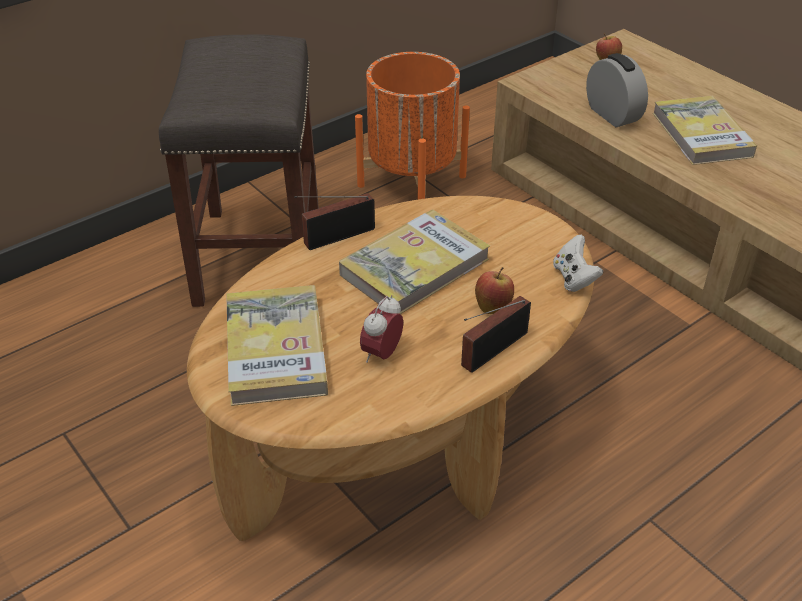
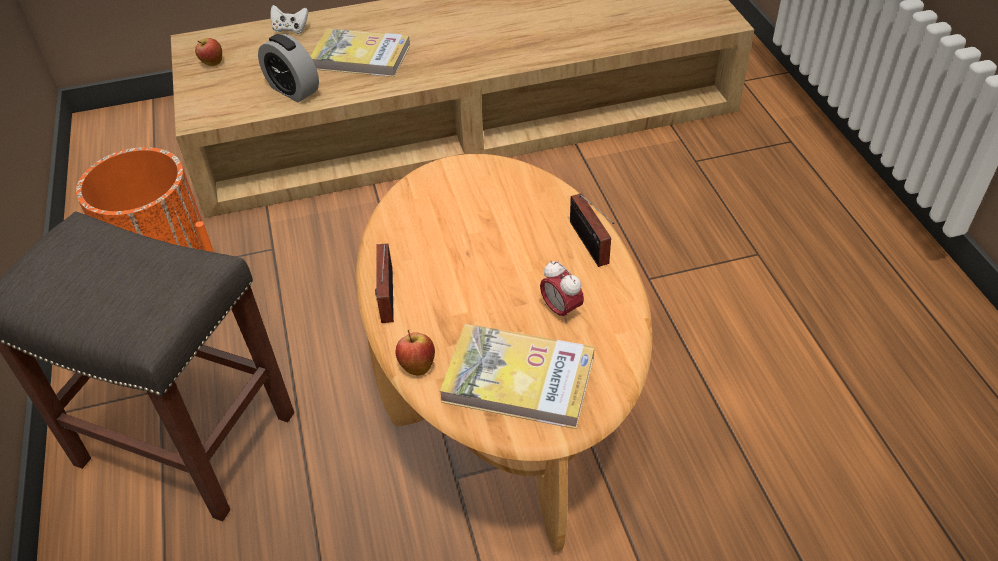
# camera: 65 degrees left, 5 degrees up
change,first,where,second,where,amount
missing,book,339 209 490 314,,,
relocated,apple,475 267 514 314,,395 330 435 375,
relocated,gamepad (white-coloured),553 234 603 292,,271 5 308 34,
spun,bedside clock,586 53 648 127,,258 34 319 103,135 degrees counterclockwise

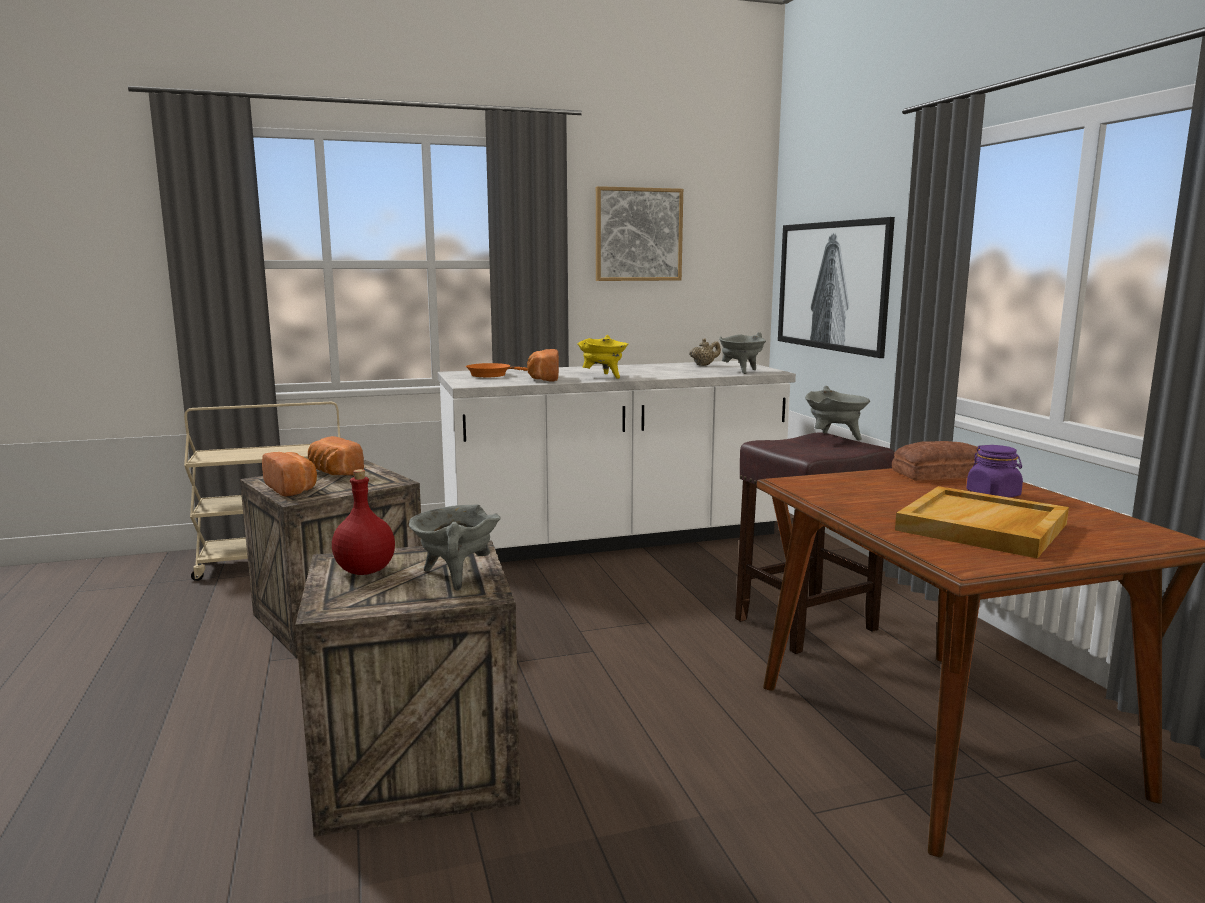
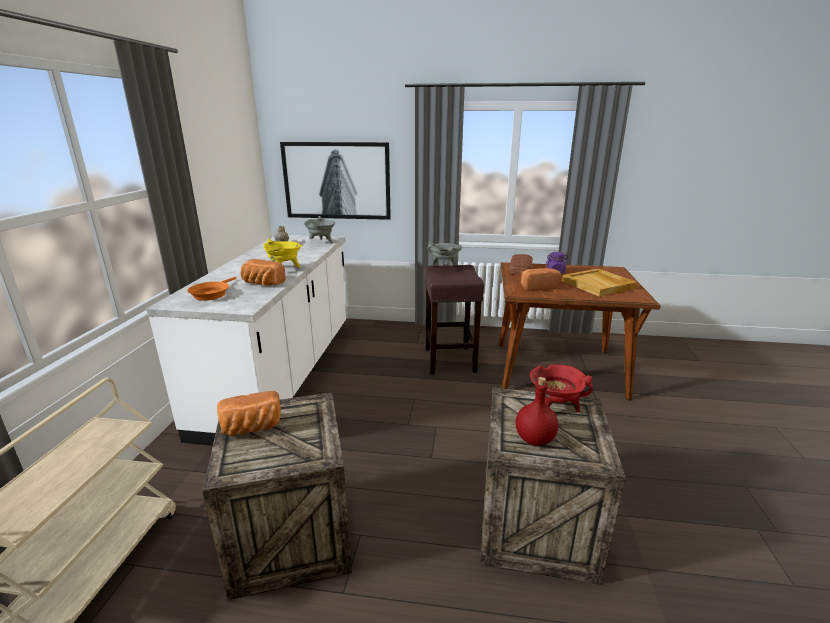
# camera: 65 degrees left, 10 degrees up
change,first,where,second,where,amount
relocated,baked bread,262 452 317 497,,521 268 562 291,
colour,stockpot (greyish),409 504 501 591,stockpot (red),530 364 593 412,
missing,wall art,596 186 683 281,,,

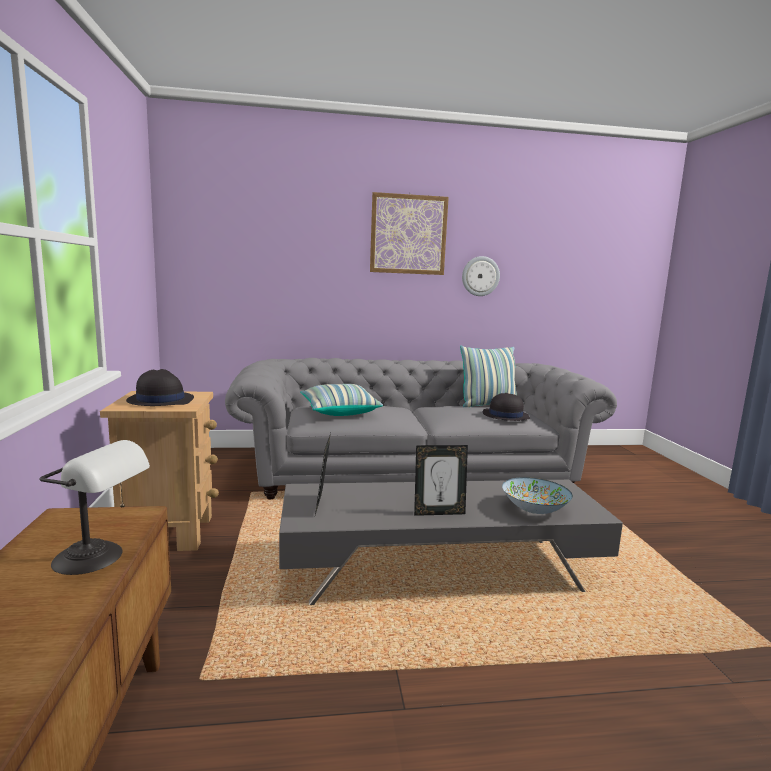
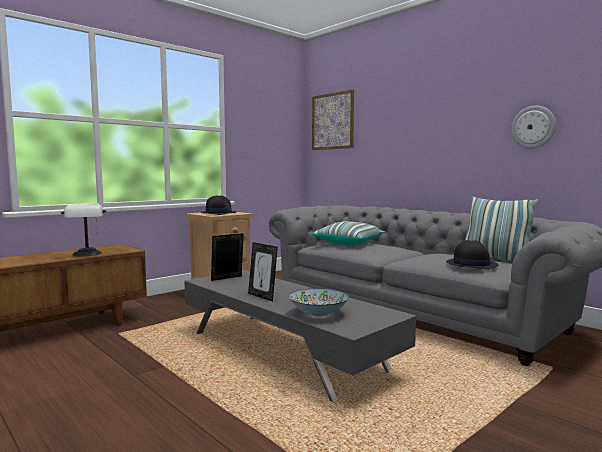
# camera: 55 degrees right, 5 degrees down
change,first,where,second,where,amount
relocated,wall art,370 192 449 275,,312 90 354 150,

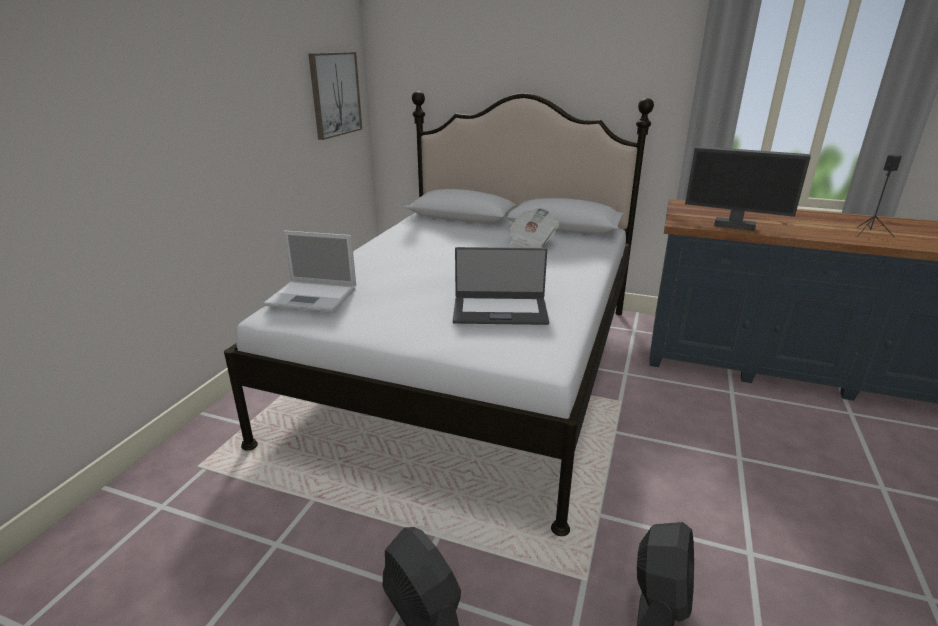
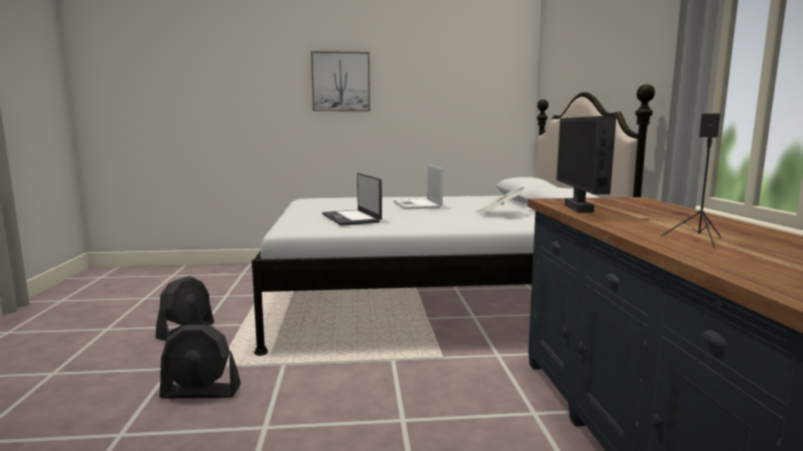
# camera: 65 degrees right, 15 degrees down
change,first,where,second,where,amount
relocated,laptop,263 231 356 312,,394 165 443 209,
relocated,wall art,308 52 362 140,,311 51 370 111,

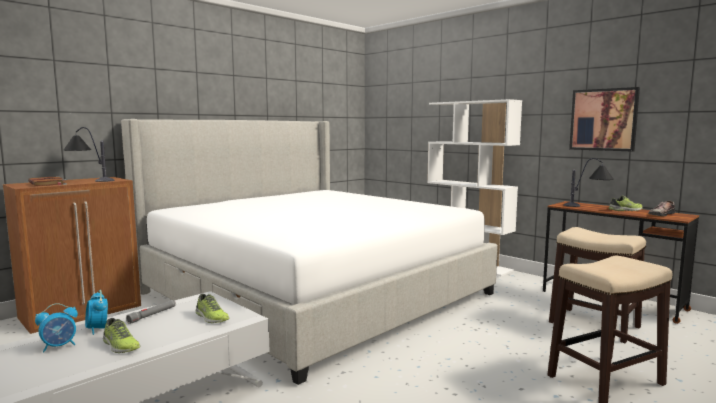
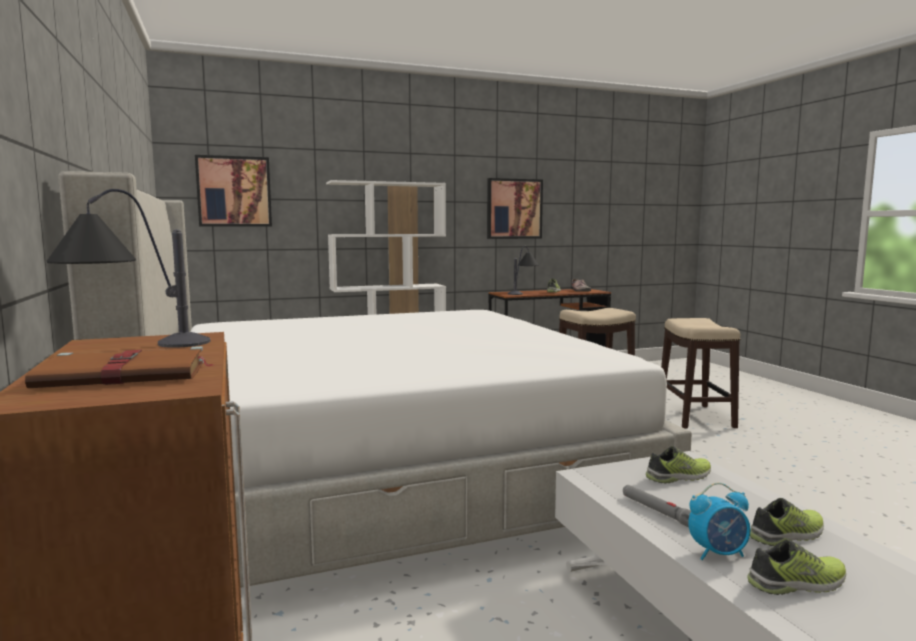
# camera: 65 degrees left, 0 degrees up
change,first,where,second,where,amount
exchanged,bedside clock,35 303 78 352,low shoe,747 540 846 595,
appeared,,,wall art,195 155 272 227,

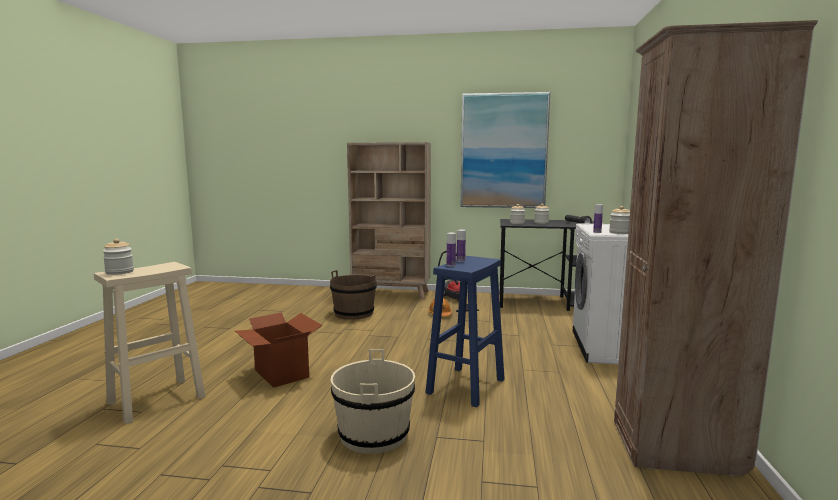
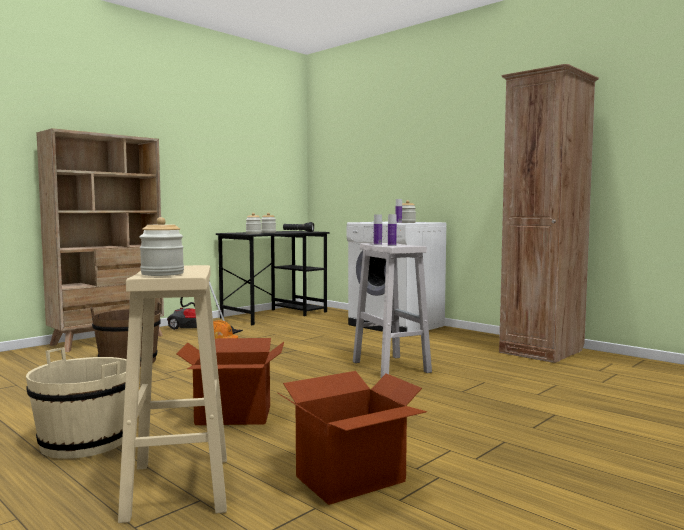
# camera: 55 degrees left, 5 degrees down
change,first,where,second,where,amount
relocated,bucket (beige-coloured),331 349 415 454,,26 347 127 459,
colour,sitting stool (blue-coloured),425 256 505 407,sitting stool (white-coloured),353 243 432 378,
missing,wall art,461 92 550 208,,,
appeared,,,carton,278 371 427 505,

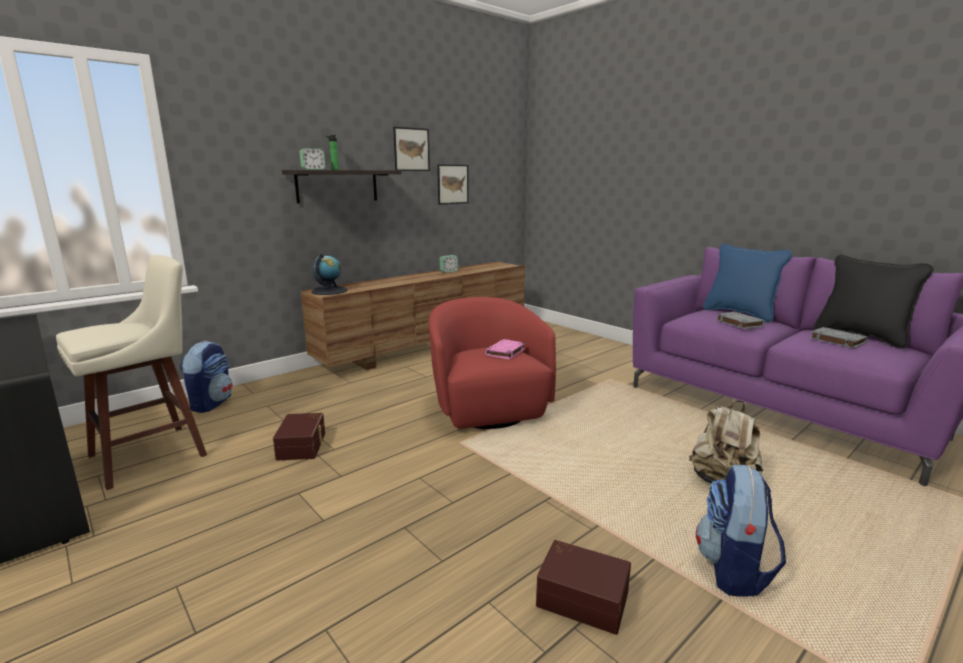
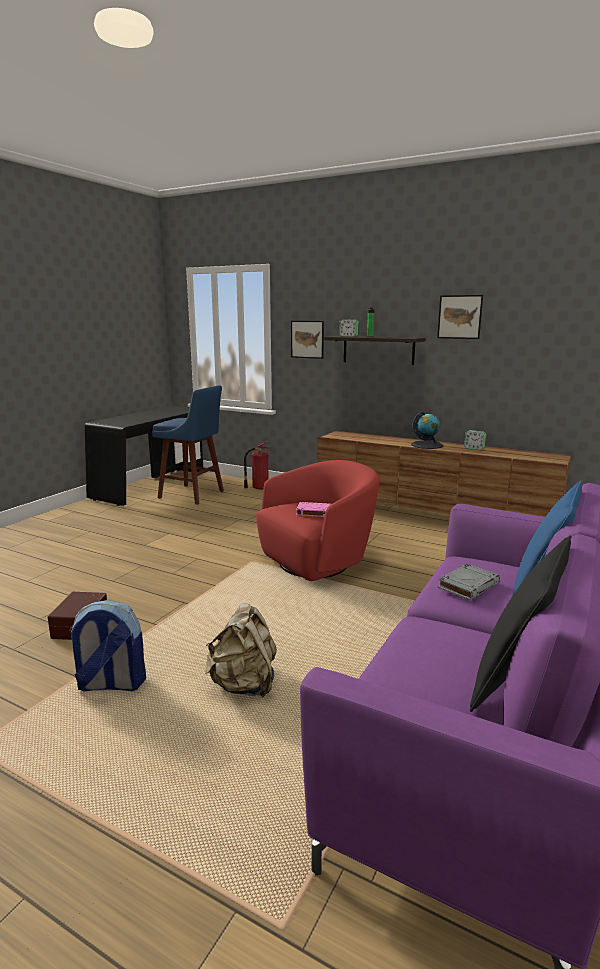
# camera: 70 degrees right, 0 degrees up
change,first,where,second,where,amount
colour,sitting stool (beige-coloured),56 255 207 490,sitting stool (blue-coloured),152 385 224 505,
exchanged,backpack,180 341 233 413,extinguisher,244 441 271 490,
missing,storage bin (brown),273 413 325 461,,,
relocated,desk globe,311 253 348 295,,411 411 443 449,
relocated,wall art,437 165 469 205,,291 321 324 359,
missing,book (greyish),810 327 868 348,,,

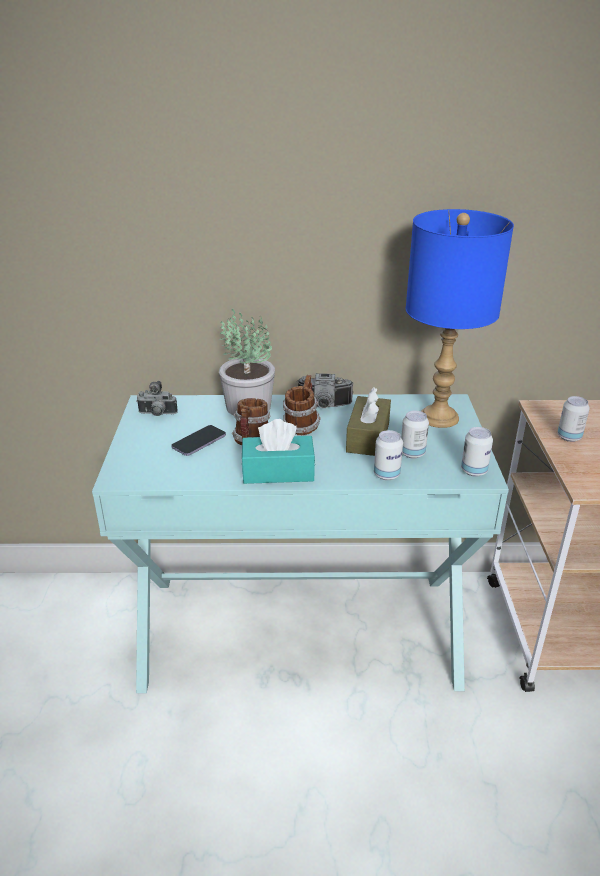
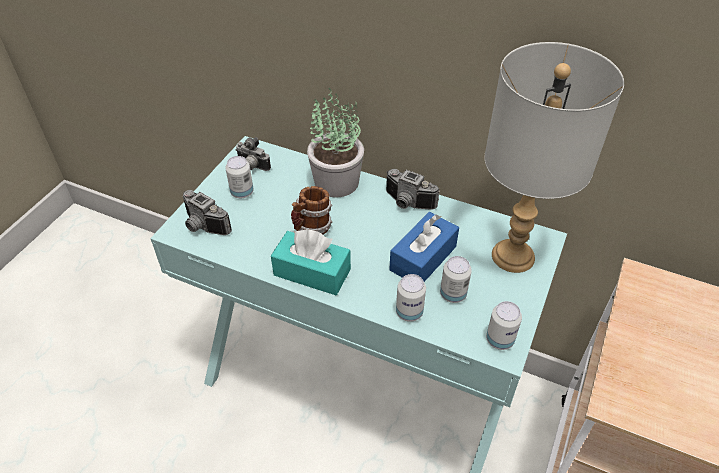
# camera: 25 degrees right, 15 degrees up
change,first,where,second,where,amount
missing,telephone,171 425 226 456,,,
missing,coffee mug,283 375 321 435,,,
colour,tissue box (brown),346 387 391 456,tissue box (blue-coloured),389 212 459 282,
colour,table lamp (blue-coloured),406 209 514 428,table lamp (greyish),484 42 624 273,
relocated,metal can,557 396 590 442,,226 156 254 198,
appeared,,,photo camera,183 190 232 235,

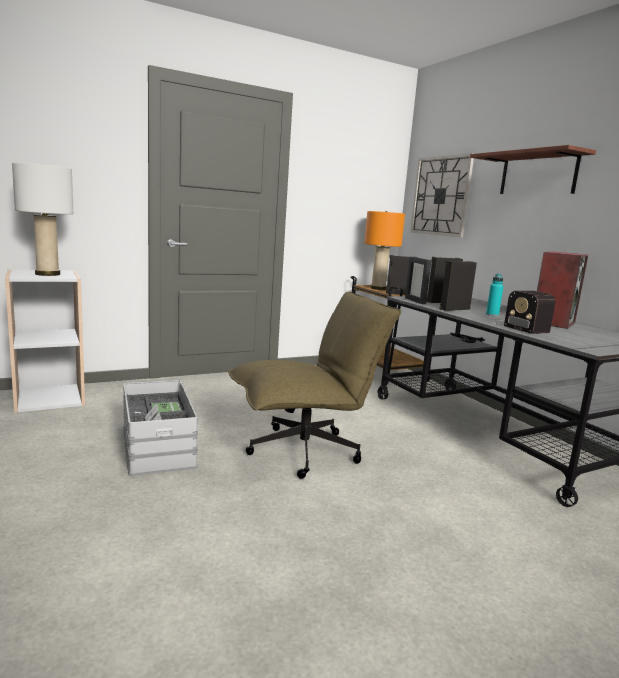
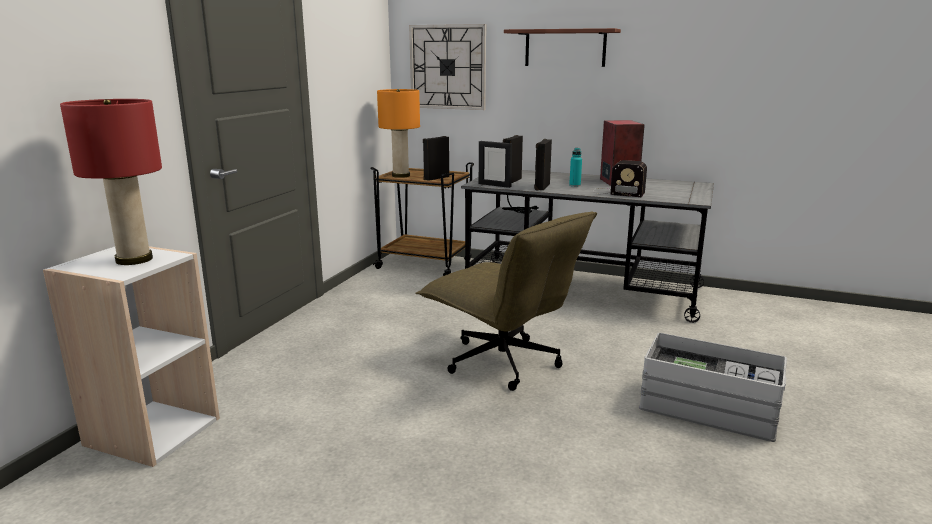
# camera: 40 degrees left, 5 degrees up
change,first,where,second,where,amount
colour,table lamp (white-coloured),12 162 73 276,table lamp (red),60 99 162 265,
relocated,storage bin (greyish),123 380 198 476,,639 333 787 442,
spun,computer chair (beige-coloured),228 292 401 479,,415 212 597 391,105 degrees clockwise

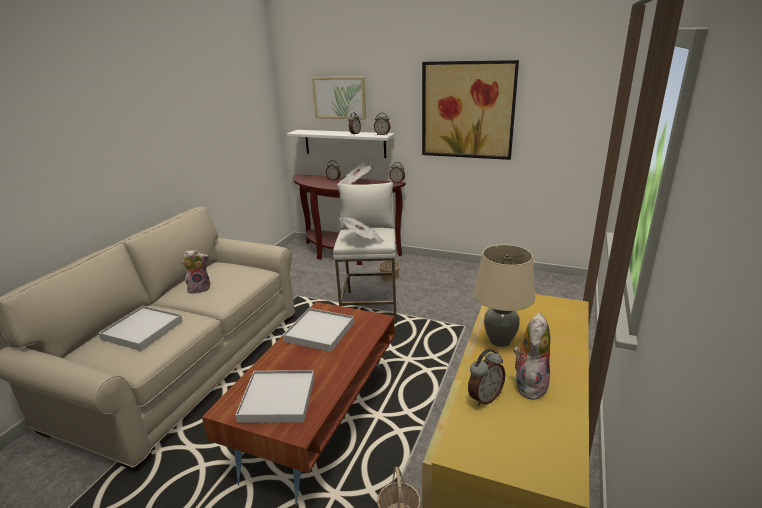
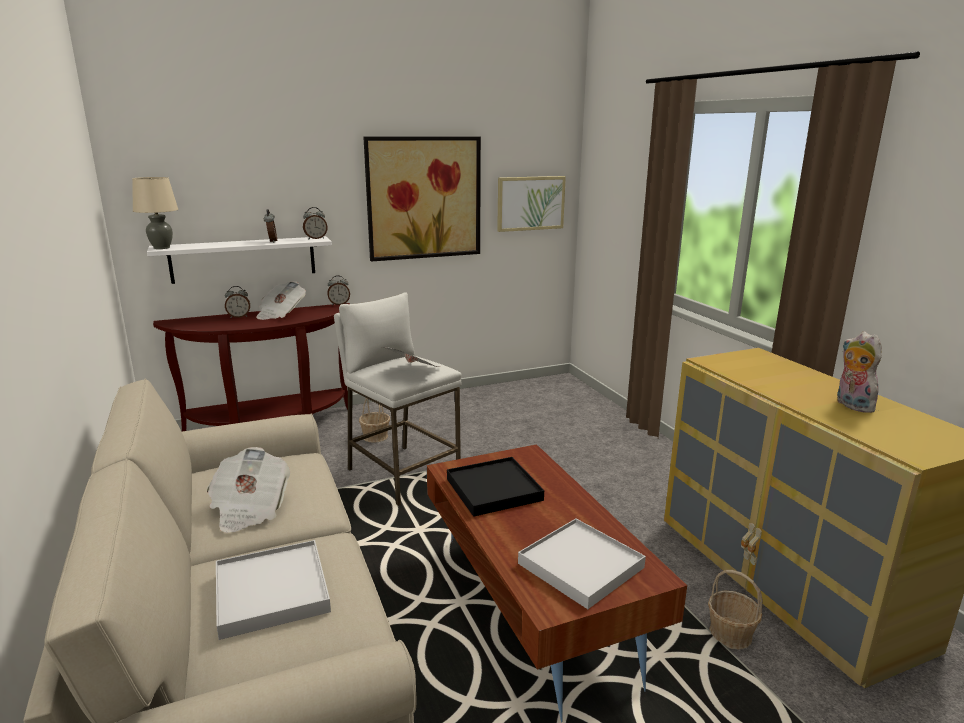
# camera: 45 degrees left, 5 degrees down
change,first,where,second,where,amount
exchanged,plush toy,182 249 210 293,newspaper,207 447 290 533,
colour,carrying tray (white-coloured),283 308 354 352,carrying tray (black-coloured),447 457 544 517,
relocated,wall art,312 77 366 120,,497 176 566 232,
missing,bedside clock,468 349 505 406,,,
relocated,table lamp (beige-coloured),474 245 535 347,,132 177 178 249,

